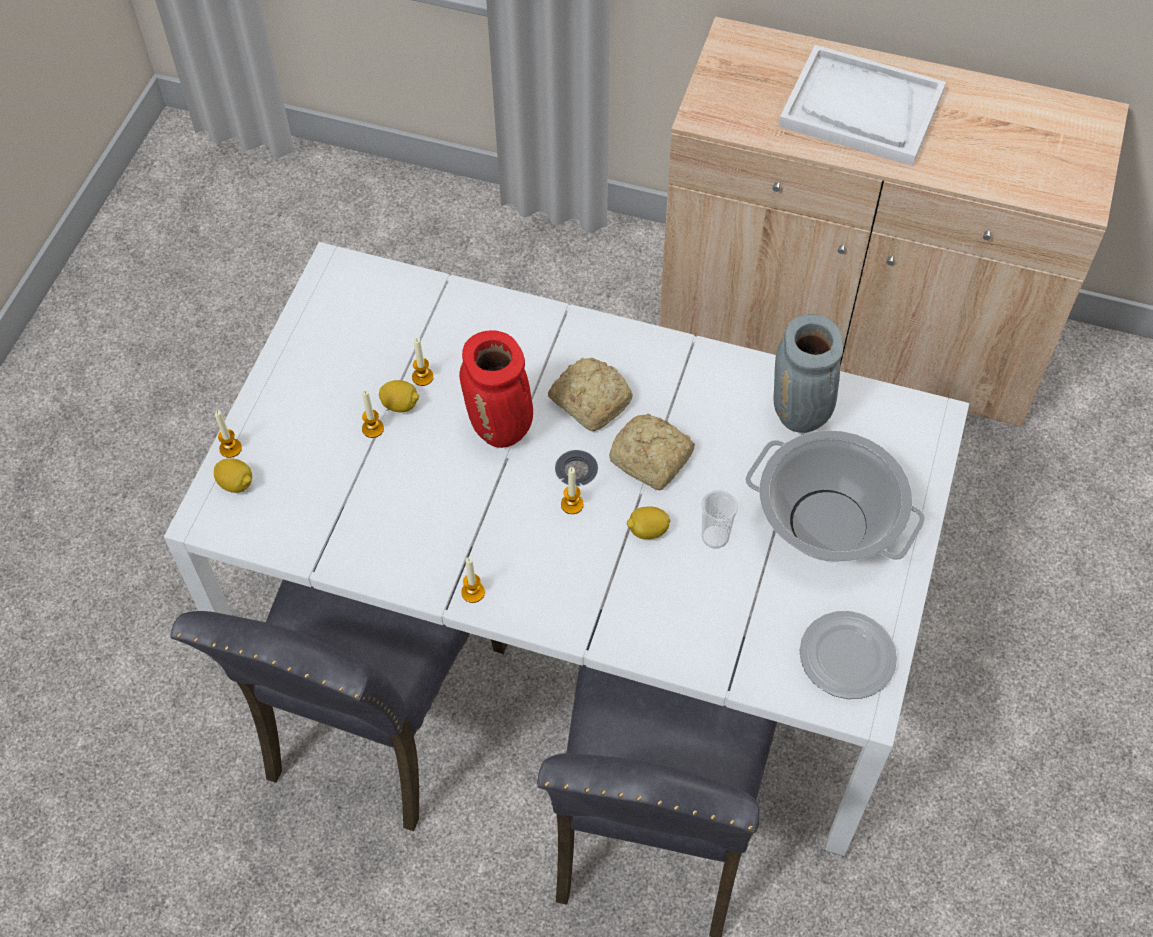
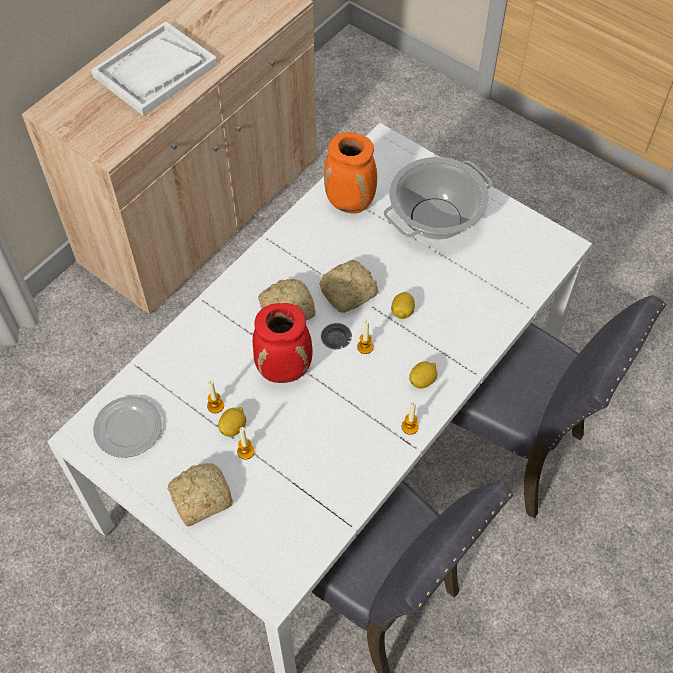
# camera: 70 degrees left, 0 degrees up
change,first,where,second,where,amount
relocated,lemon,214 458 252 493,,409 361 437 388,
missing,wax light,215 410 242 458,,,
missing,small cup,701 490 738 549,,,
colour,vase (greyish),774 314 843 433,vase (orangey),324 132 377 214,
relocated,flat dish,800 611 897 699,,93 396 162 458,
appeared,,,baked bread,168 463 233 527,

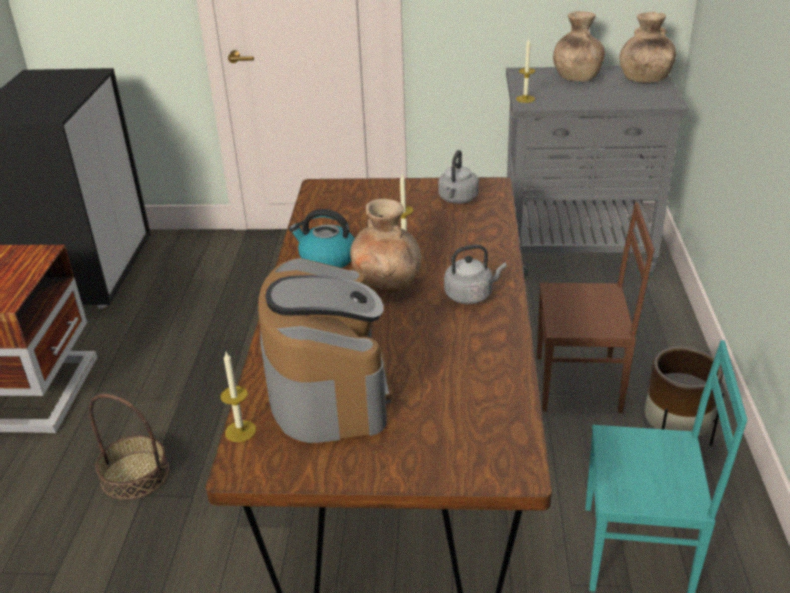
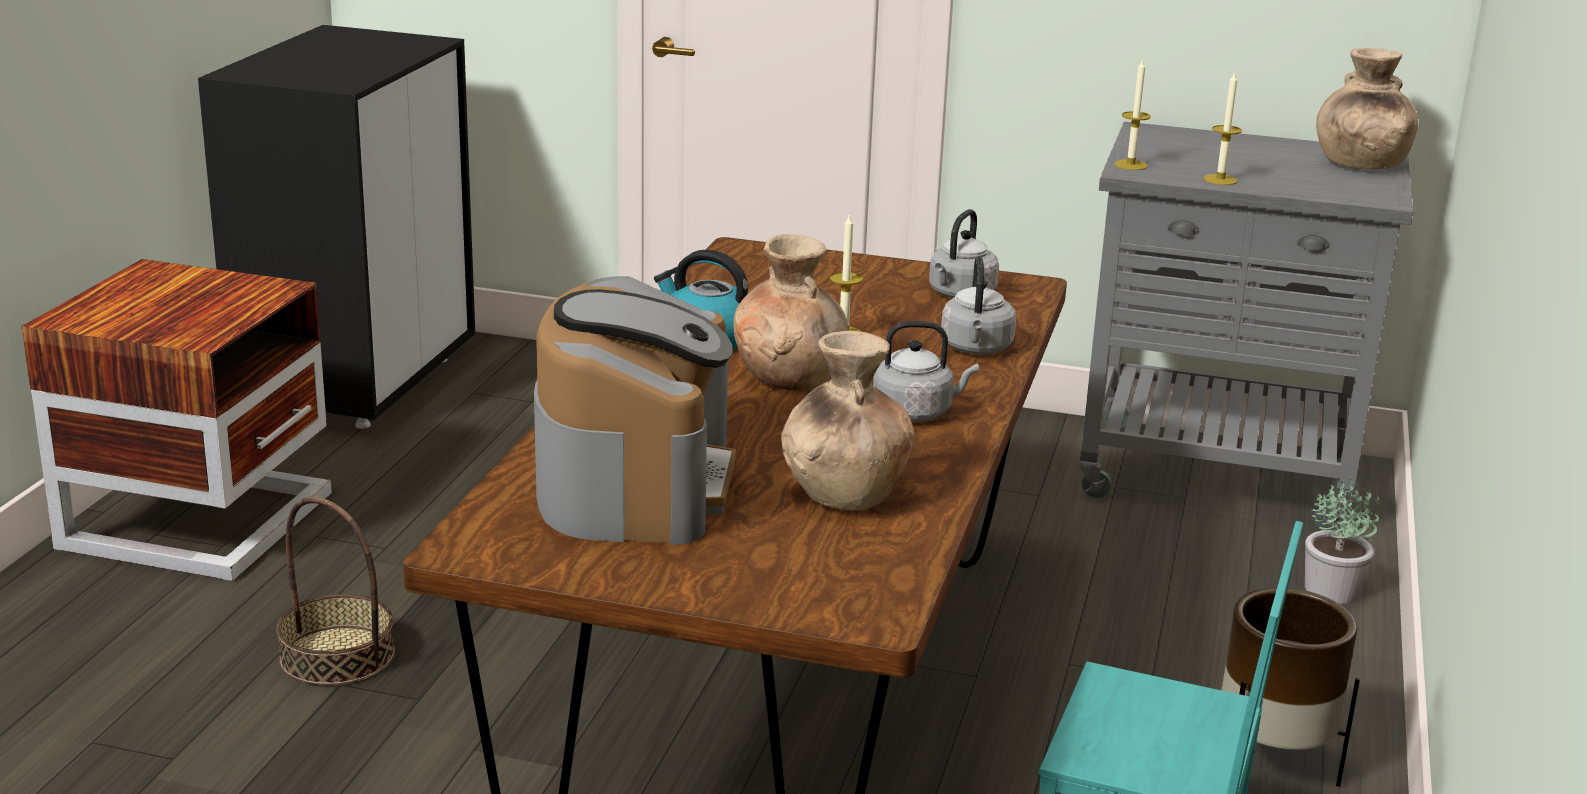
# camera: 10 degrees right, 10 degrees down
change,first,where,second,where,amount
relocated,wax light,220 352 256 442,,1203 72 1242 185,
missing,plain chair (brown),537 202 654 413,,,
relocated,vase (brown),553 11 605 82,,781 330 915 511,
appeared,,,tea kettle (greyish),941 257 1016 354,
appeared,,,potted plant,1305 478 1379 604,

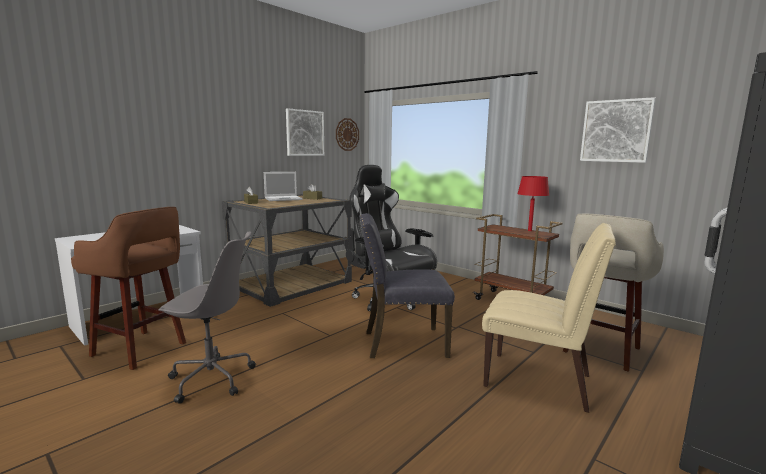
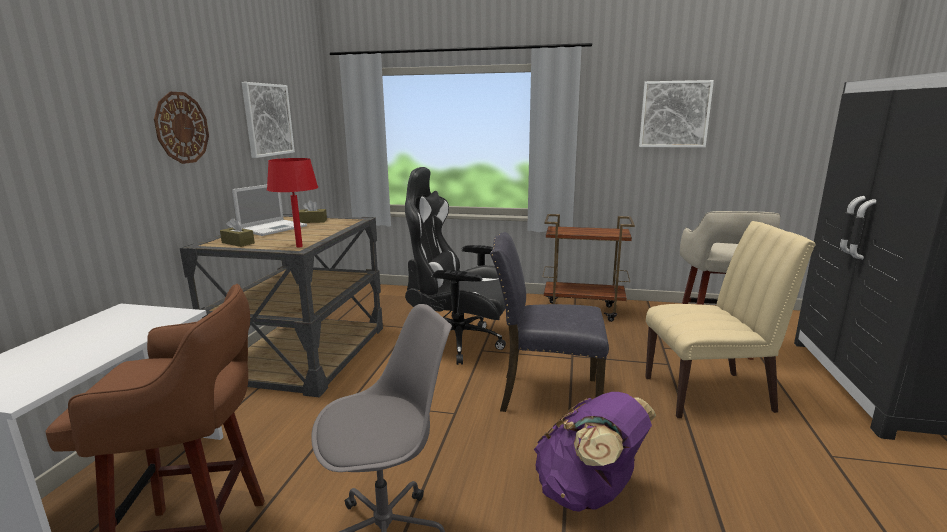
# camera: 30 degrees left, 5 degrees up
change,first,where,second,where,amount
relocated,hanging clock,336 118 359 151,,154 92 209 164,
spun,plain chair (greyish),359 213 455 358,,490 232 609 412,45 degrees clockwise
relocated,table lamp (red),517 176 549 231,,267 158 318 248,
appeared,,,backpack (purple-coloured),534 392 656 512,

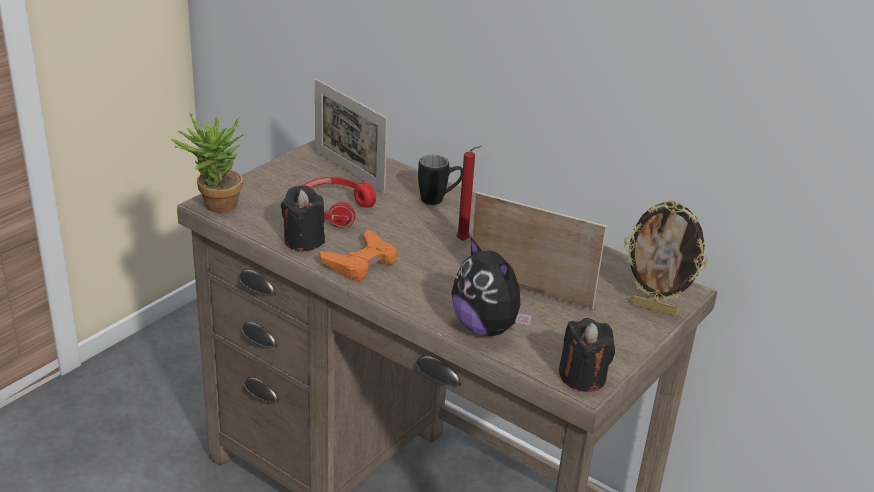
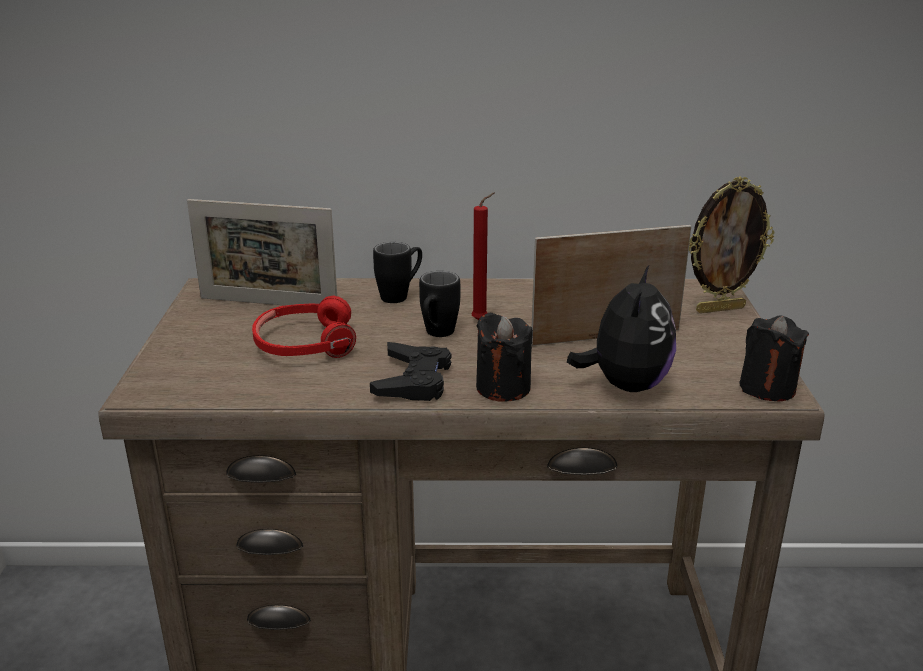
# camera: 35 degrees left, 5 degrees down
change,first,where,second,where,amount
missing,potted plant,172 113 246 213,,,
relocated,wax light (black-coloured),281 186 325 251,,476 312 533 402,
colour,gamepad (orangey),320 229 398 281,gamepad (black-coloured),370 342 451 401,
spun,plush toy,452 236 532 336,,567 264 676 392,90 degrees counterclockwise
appeared,,,coffee mug (black-coloured),419 271 460 337,

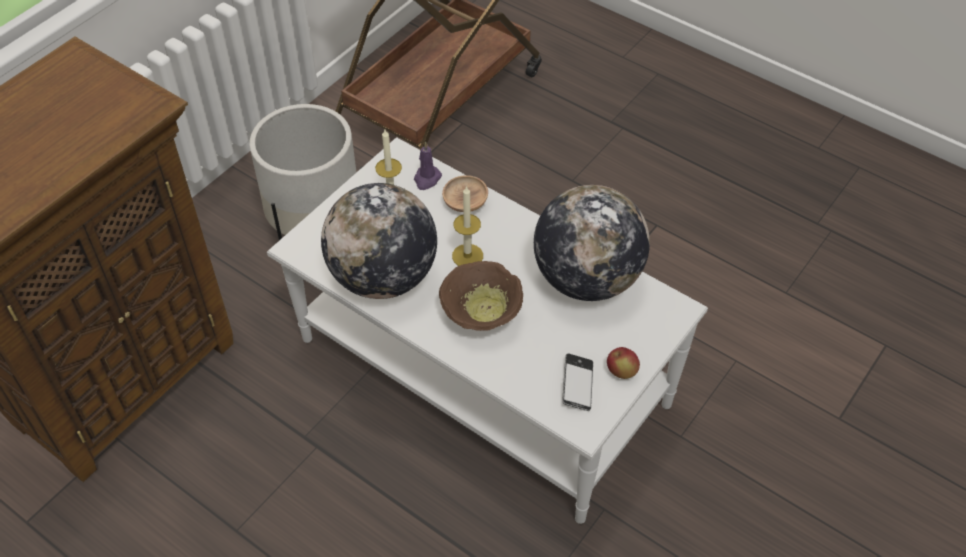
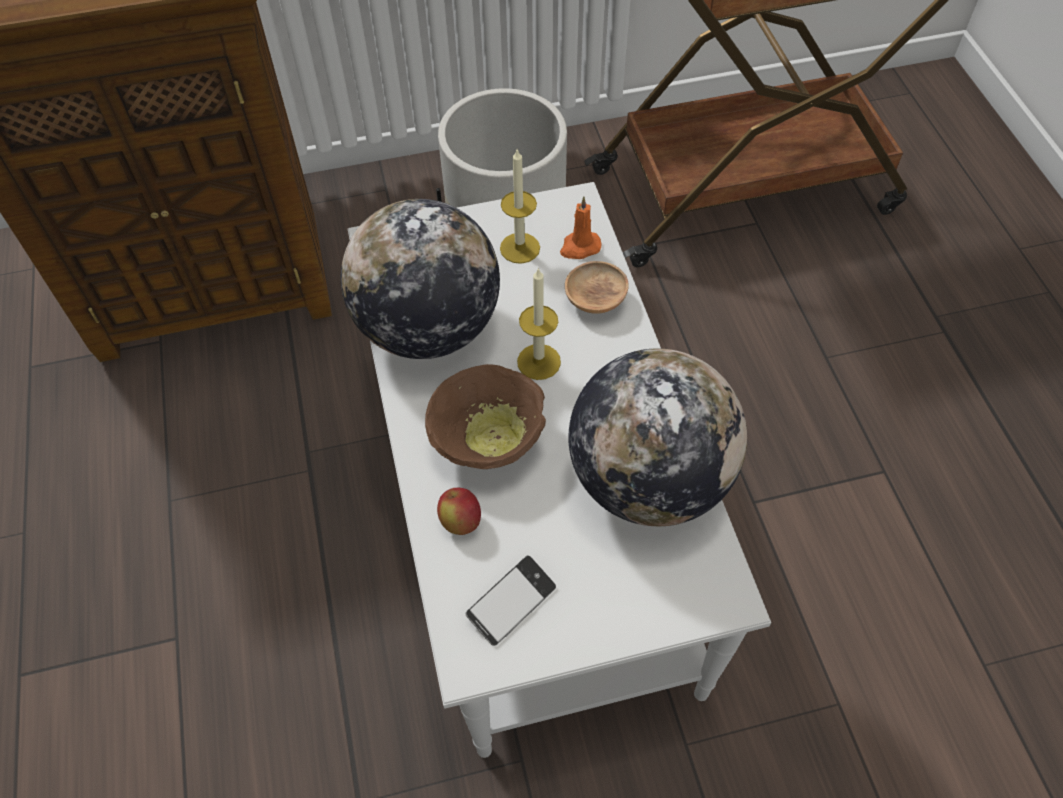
# camera: 40 degrees right, 5 degrees up
change,first,where,second,where,amount
colour,wax light (purple-coloured),414 141 442 190,wax light (orangey),560 196 602 259,
relocated,apple,607 347 640 379,,437 488 481 535,

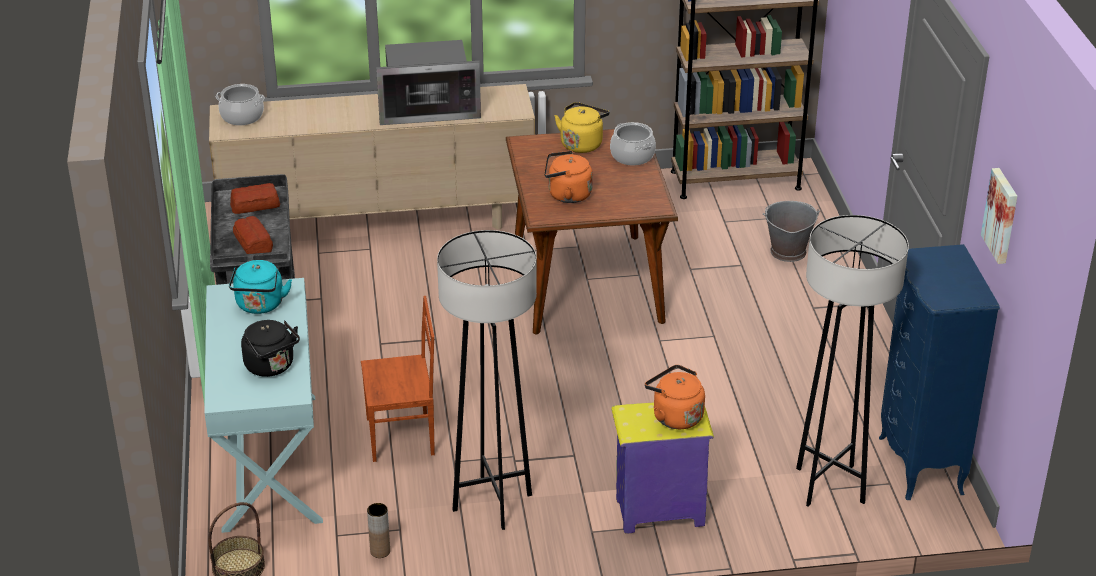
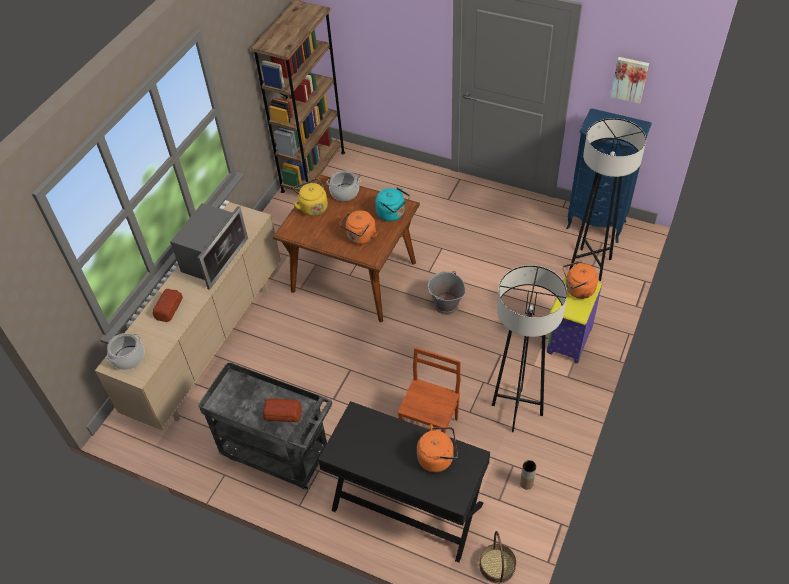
# camera: 55 degrees left, 15 degrees up
change,first,where,second,where,amount
colour,desk unit (turquoise),204 278 323 533,desk unit (black-coloured),318 401 490 562,
relocated,tea kettle (turquoise),229 260 292 314,,375 187 410 221,
relocated,baked bread,230 183 280 214,,153 289 183 322,
colour,tea kettle (black-coloured),241 320 300 377,tea kettle (orangey),417 424 458 472,
relocated,bucket (greyish),763 201 820 262,,428 271 465 315,

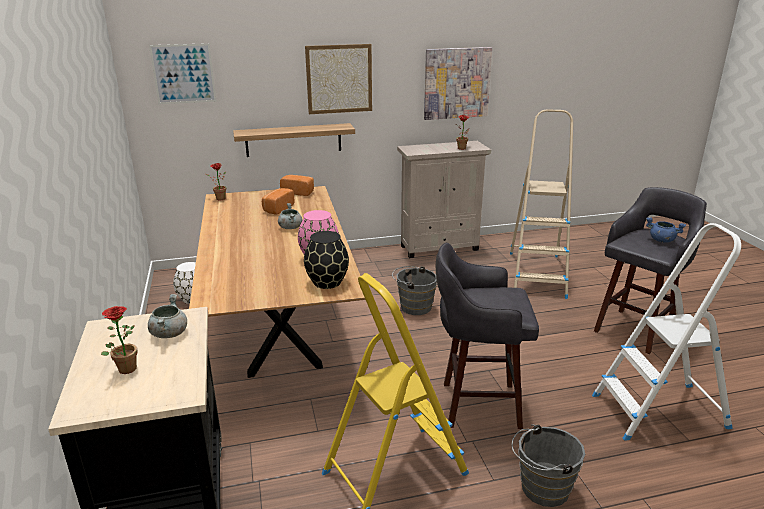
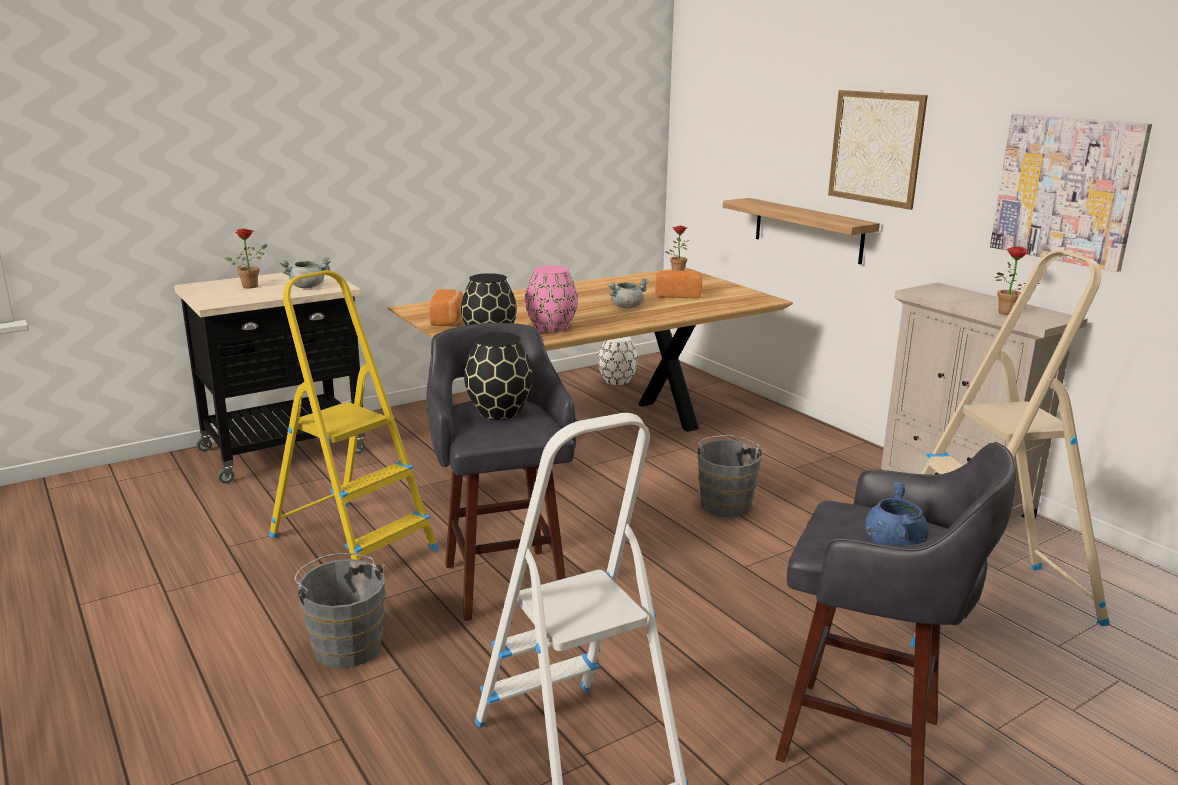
# camera: 70 degrees right, 5 degrees down
change,first,where,second,where,amount
missing,wall art,149 43 216 104,,,
relocated,baked bread,280 175 314 196,,429 289 463 326,
appeared,,,vase (black-coloured),464 332 533 420,

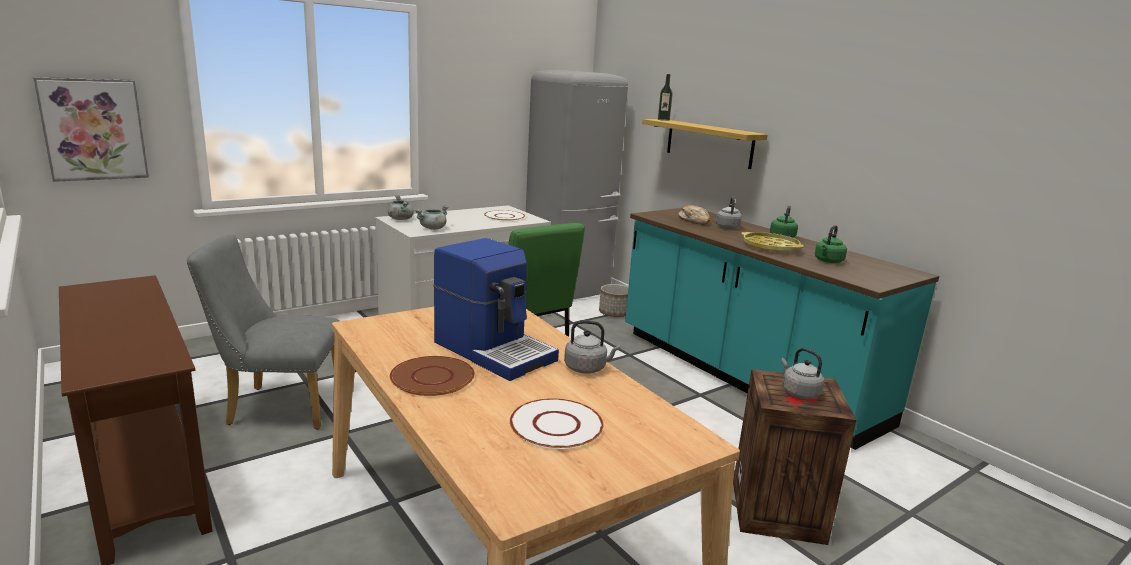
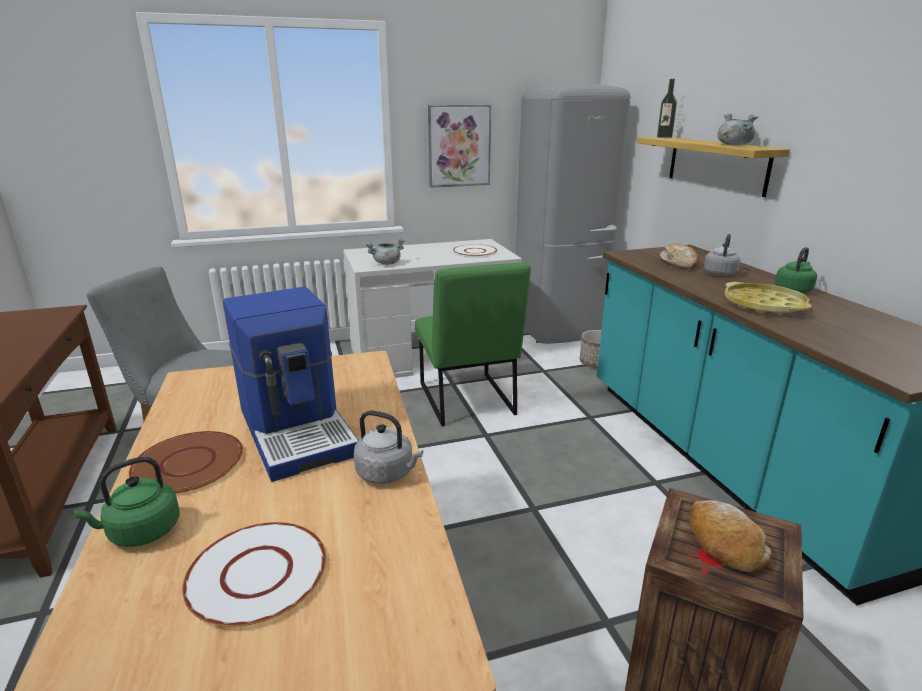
# camera: 20 degrees right, 5 degrees up
change,first,where,second,where,amount
relocated,wall art,33 77 149 182,,428 105 491 188,
relocated,stockpot (greyish),388 195 414 220,,717 114 758 145,
exchanged,tea kettle (greyish),781 348 824 399,baked bread,690 500 771 572,
relocated,tea kettle (green),815 225 847 263,,73 457 180 547,

